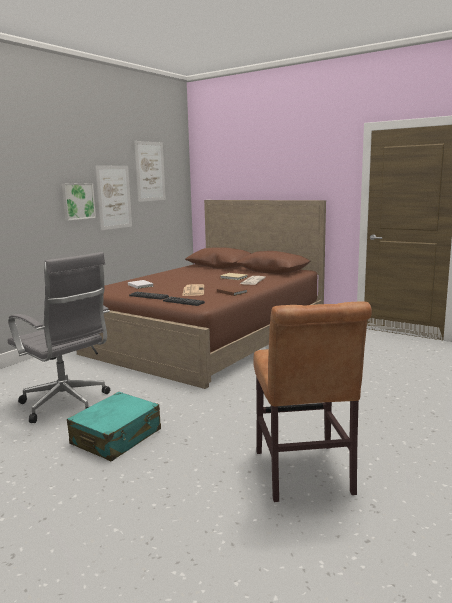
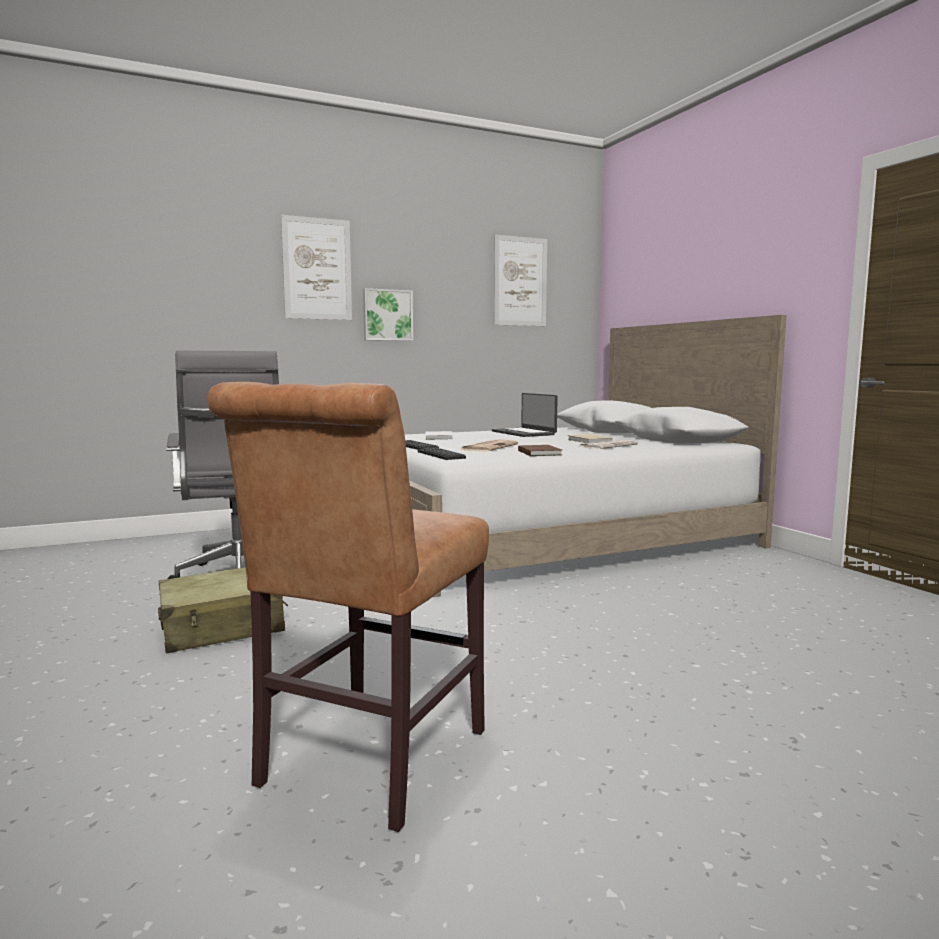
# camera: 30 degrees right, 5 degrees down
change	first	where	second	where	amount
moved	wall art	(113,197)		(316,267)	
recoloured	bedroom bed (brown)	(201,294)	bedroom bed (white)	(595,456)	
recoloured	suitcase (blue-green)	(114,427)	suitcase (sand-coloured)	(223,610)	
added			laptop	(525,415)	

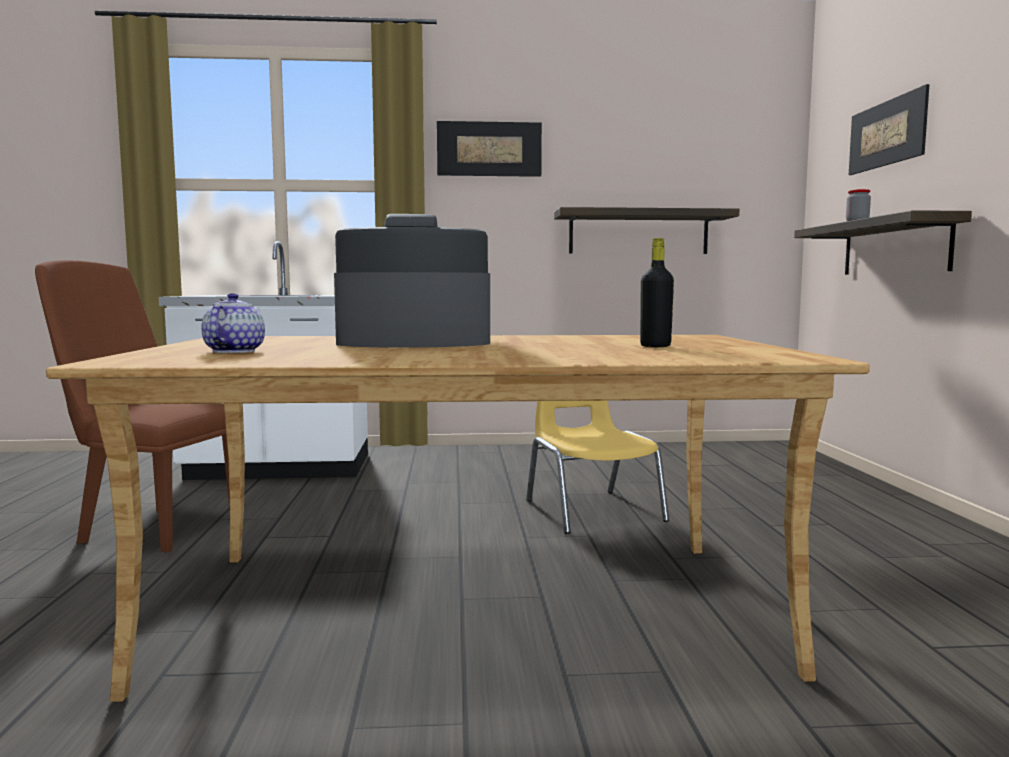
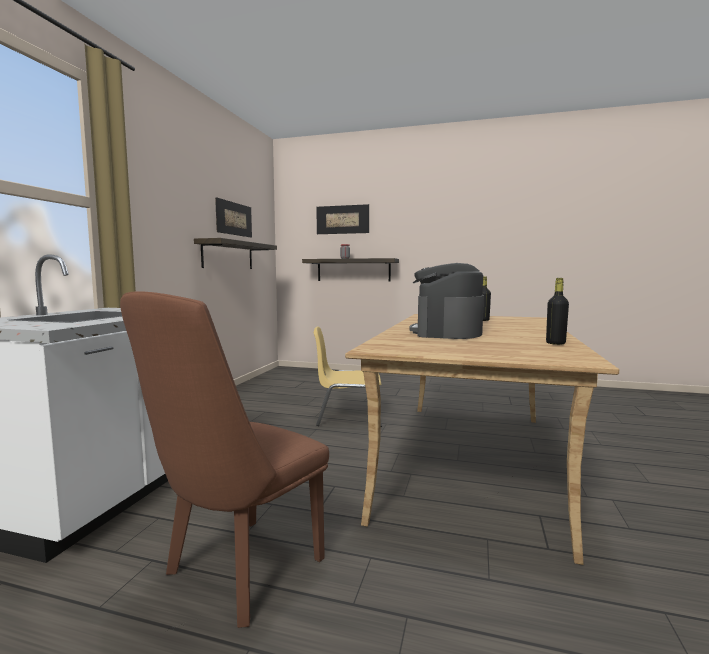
# camera: 70 degrees left, 0 degrees up
change	first	where	second	where	amount
moved	wall art	(489,149)		(233,217)	
removed	pot for tea	(233,323)			
added			bottle (blackish)	(557,311)	

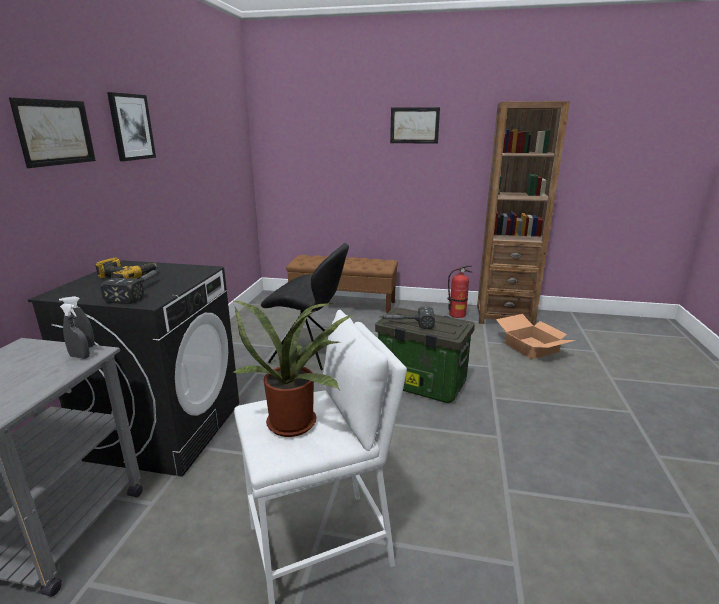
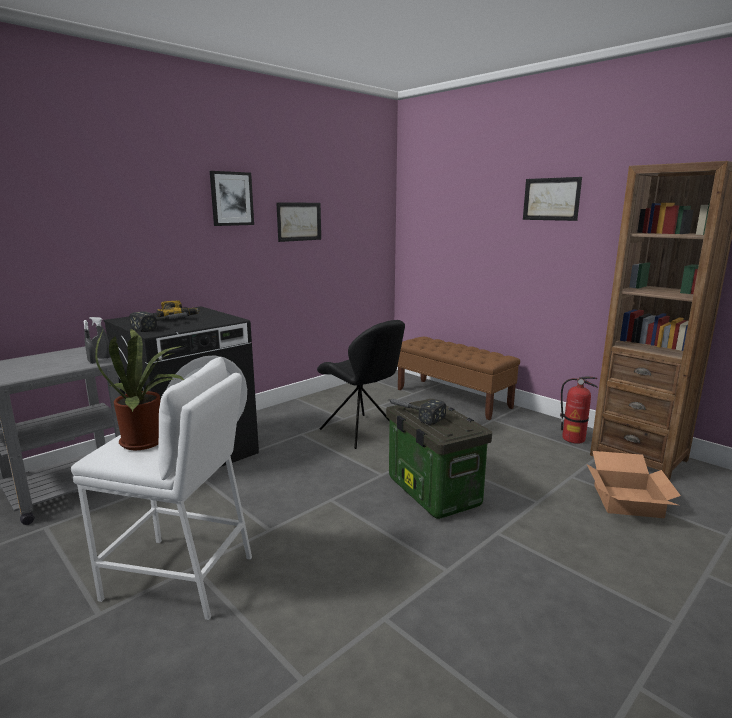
# camera: 35 degrees right, 5 degrees down
change	first	where	second	where	amount
moved	wall art	(52,132)		(299,222)	

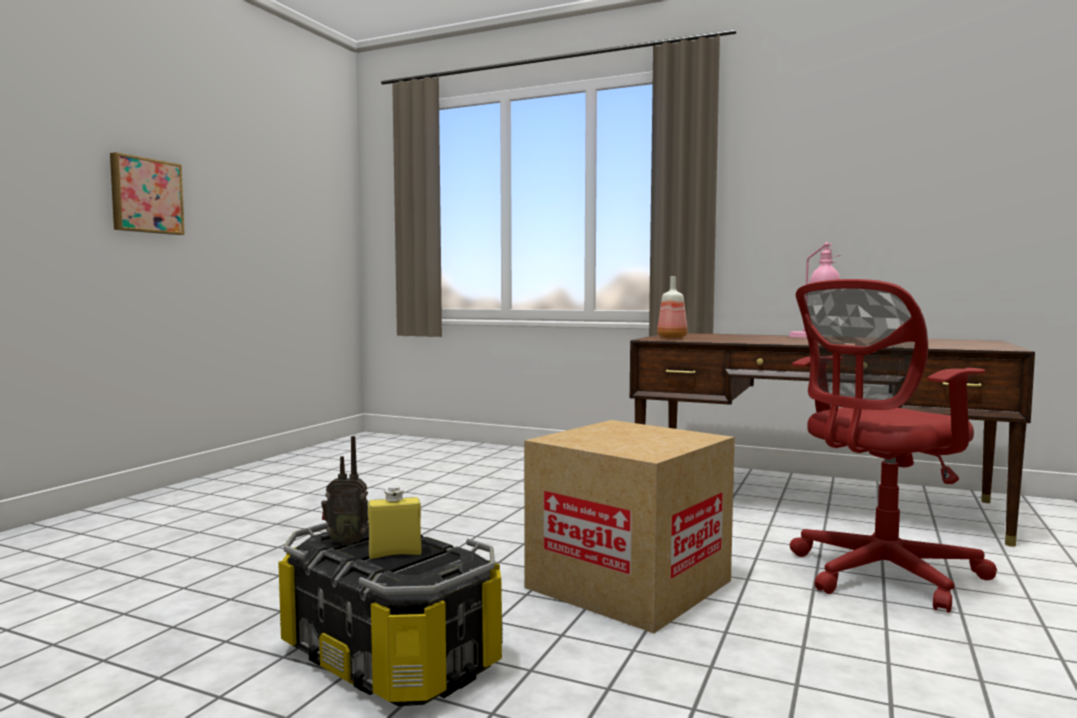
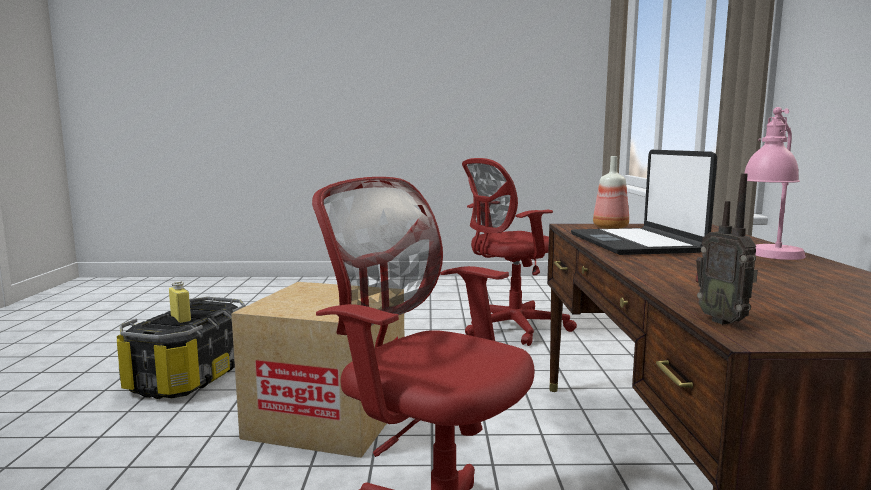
# camera: 65 degrees right, 5 degrees up
change	first	where	second	where	amount
removed	wall art	(147,193)			
moved	radio	(345,491)		(727,249)	
added			laptop	(644,202)	
added			computer chair (red-coloured)	(519,252)	

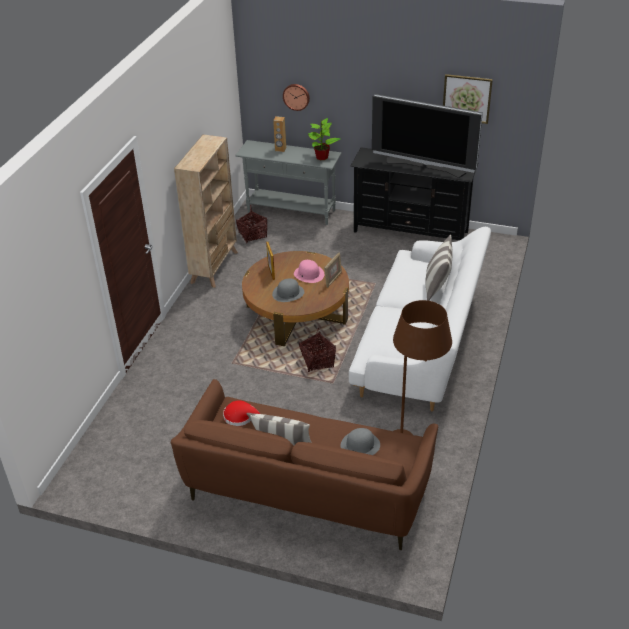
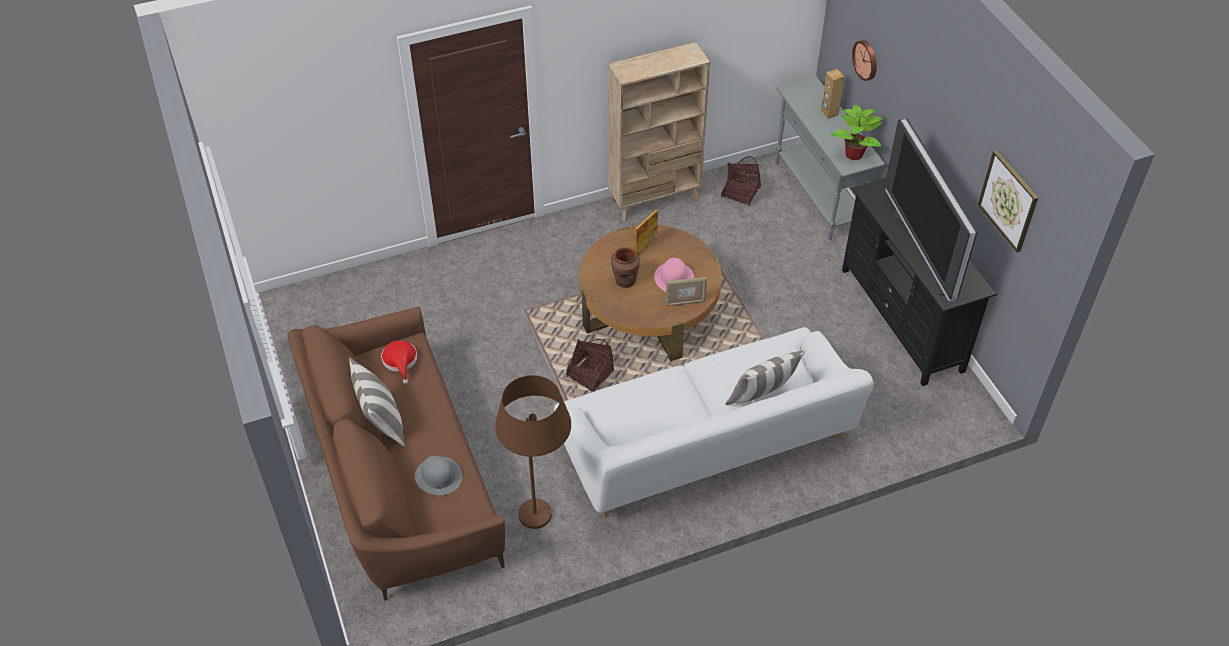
# camera: 50 degrees right, 10 degrees up
change	first	where	second	where	amount
replaced	wearable hat (gray)	(288,290)	flower vase (brown)	(625,267)	

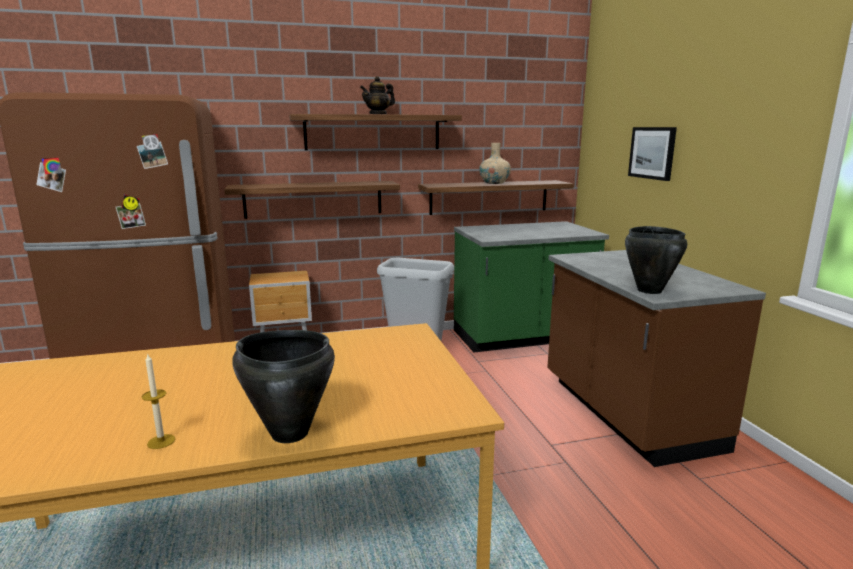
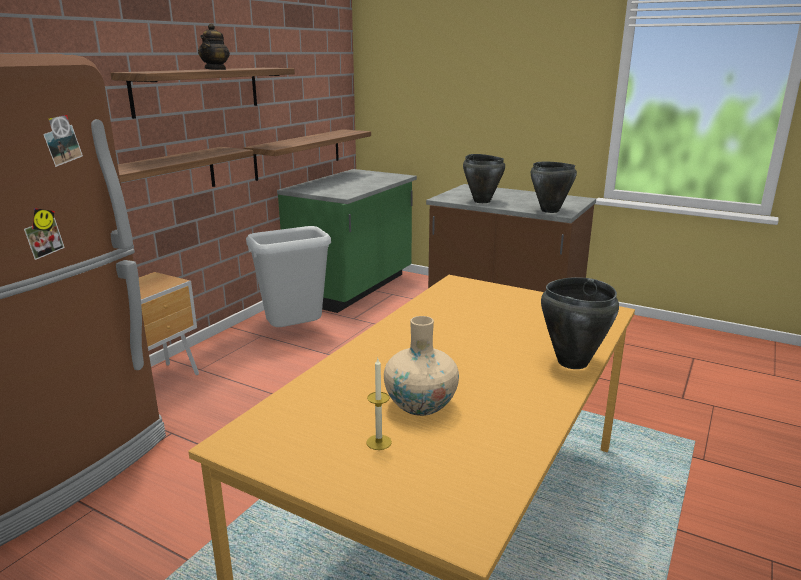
# camera: 45 degrees left, 5 degrees up
change	first	where	second	where	amount
removed	wall art	(652,154)			
moved	flower vase (sand-coloured)	(495,163)		(421,366)	
moved	candle	(158,401)		(379,404)	
added			cooking pot (blackish)	(484,178)	

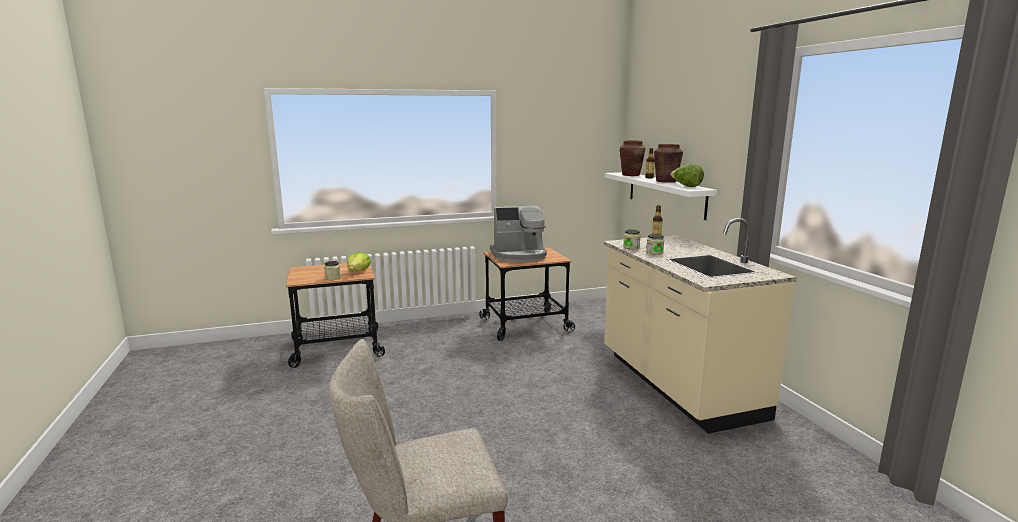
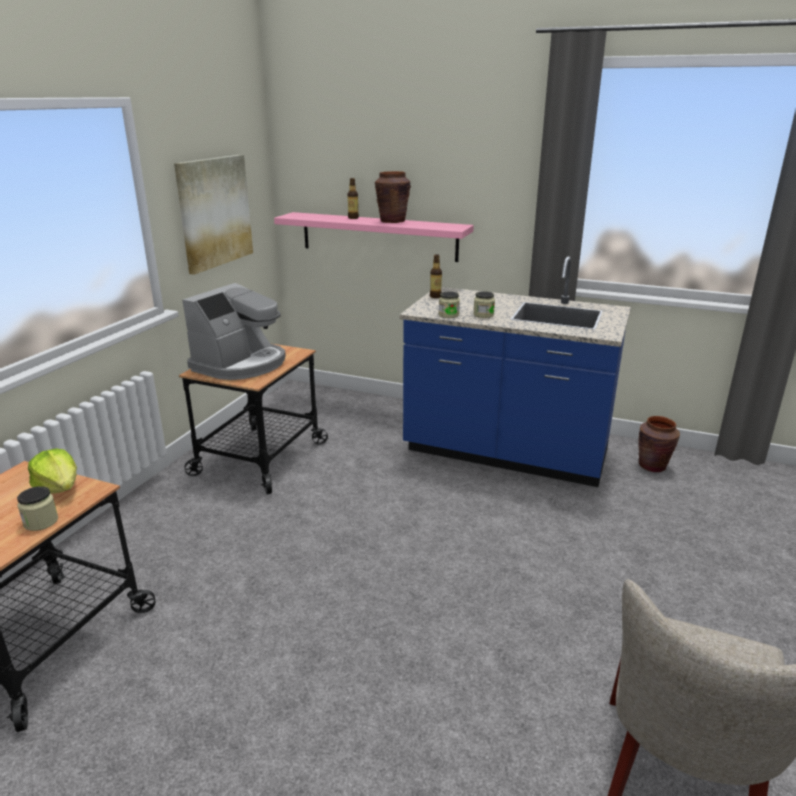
# camera: 50 degrees left, 10 degrees up
change	first	where	second	where	amount
moved	flower vase (brown)	(633,158)		(659,444)	
removed	head of lettuce	(687,175)			
recoloured	wall shelf (white)	(661,196)	wall shelf (pink-coloured)	(374,237)	
recoloured	kitchen counter (sand-coloured)	(700,326)	kitchen counter (blue)	(515,371)	
added			wall art	(213,215)	

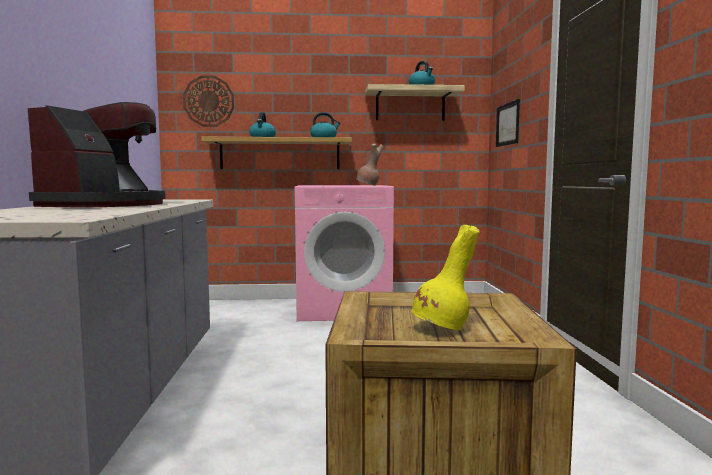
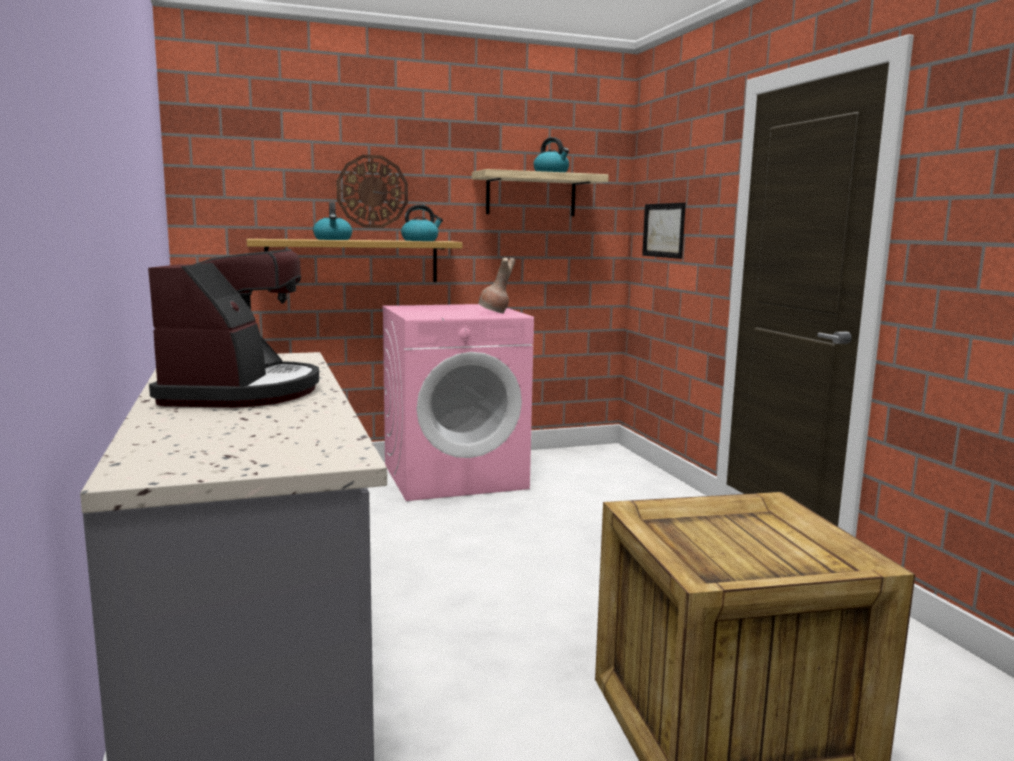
# camera: 15 degrees left, 5 degrees up
change	first	where	second	where	amount
moved	clock on the wall	(208,101)		(372,191)	
removed	flower vase (yellow-coloured)	(445,278)			

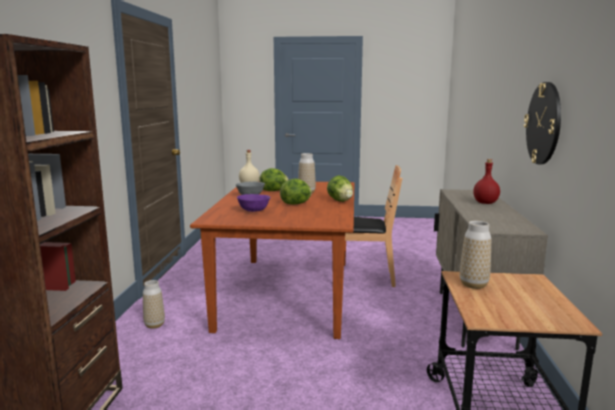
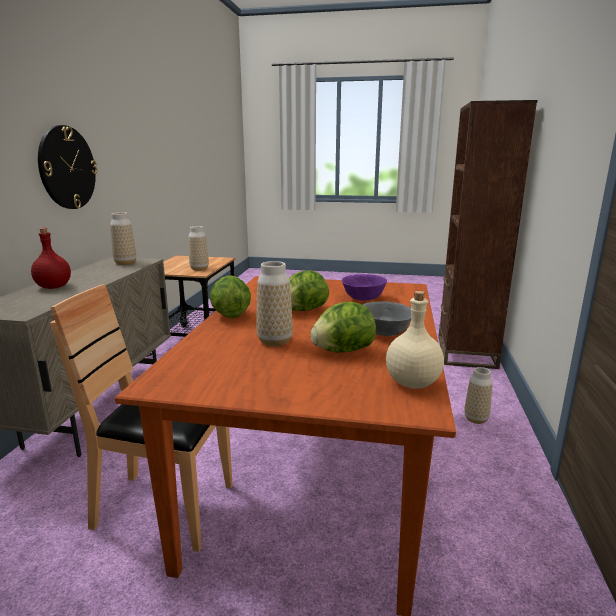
# camera: 175 degrees left, 5 degrees up
change	first	where	second	where	amount
added			flower vase	(123,238)	

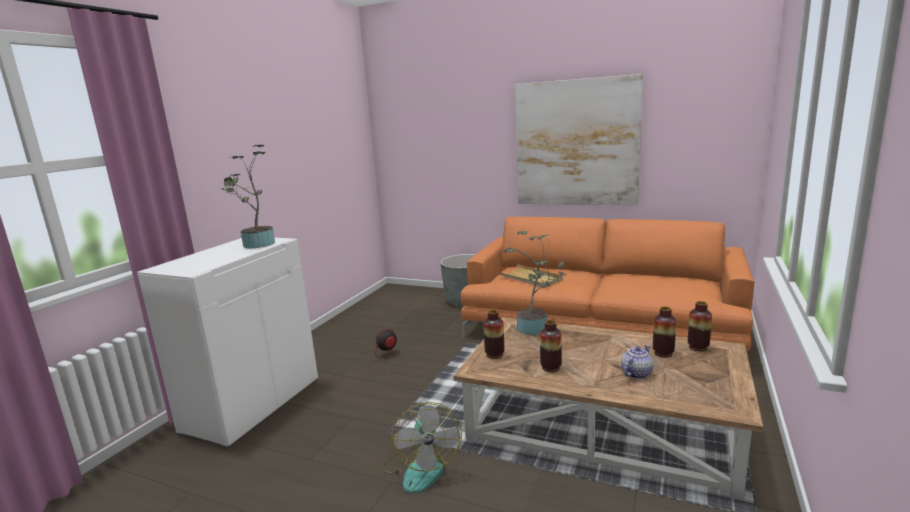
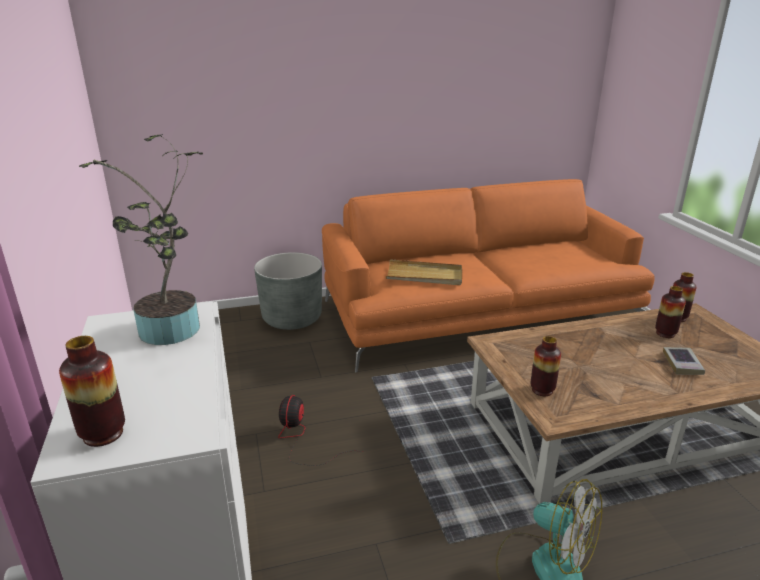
# camera: 40 degrees left, 10 degrees up
change	first	where	second	where	amount
removed	wall art	(579,140)			
removed	plant in a pot	(534,283)			
moved	flower vase	(551,346)		(92,391)	
replaced	pot for tea	(637,362)	book	(684,361)	

